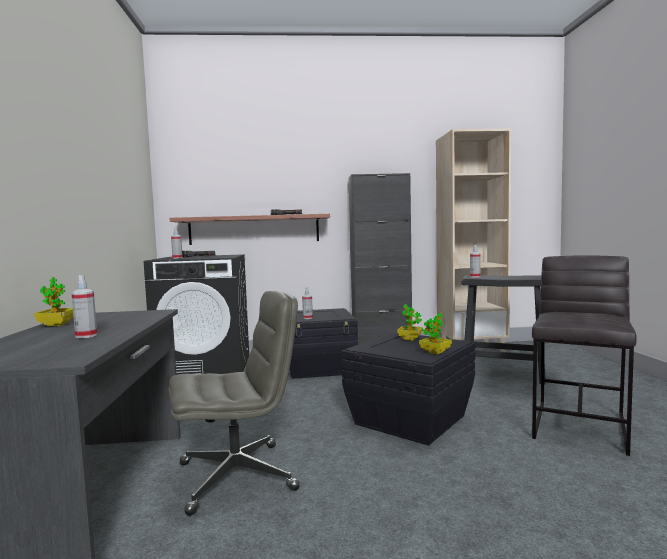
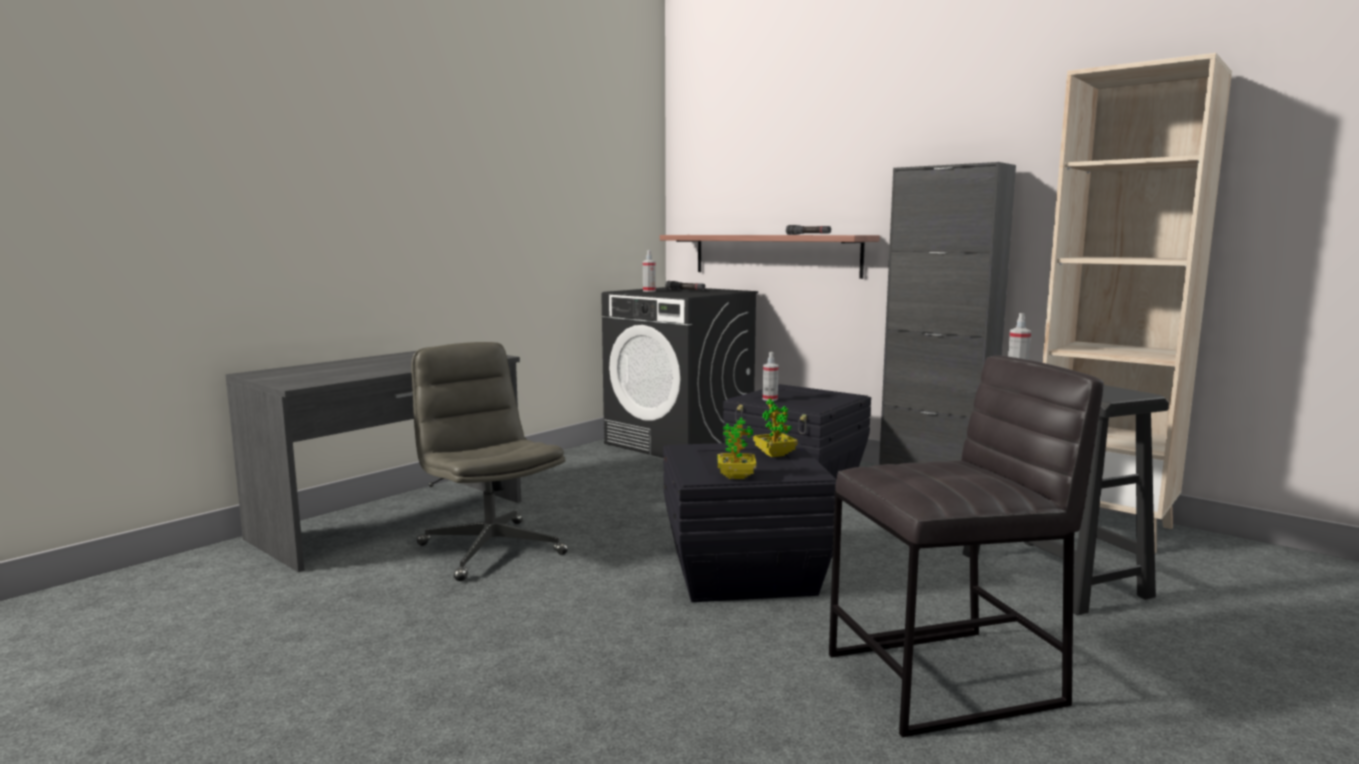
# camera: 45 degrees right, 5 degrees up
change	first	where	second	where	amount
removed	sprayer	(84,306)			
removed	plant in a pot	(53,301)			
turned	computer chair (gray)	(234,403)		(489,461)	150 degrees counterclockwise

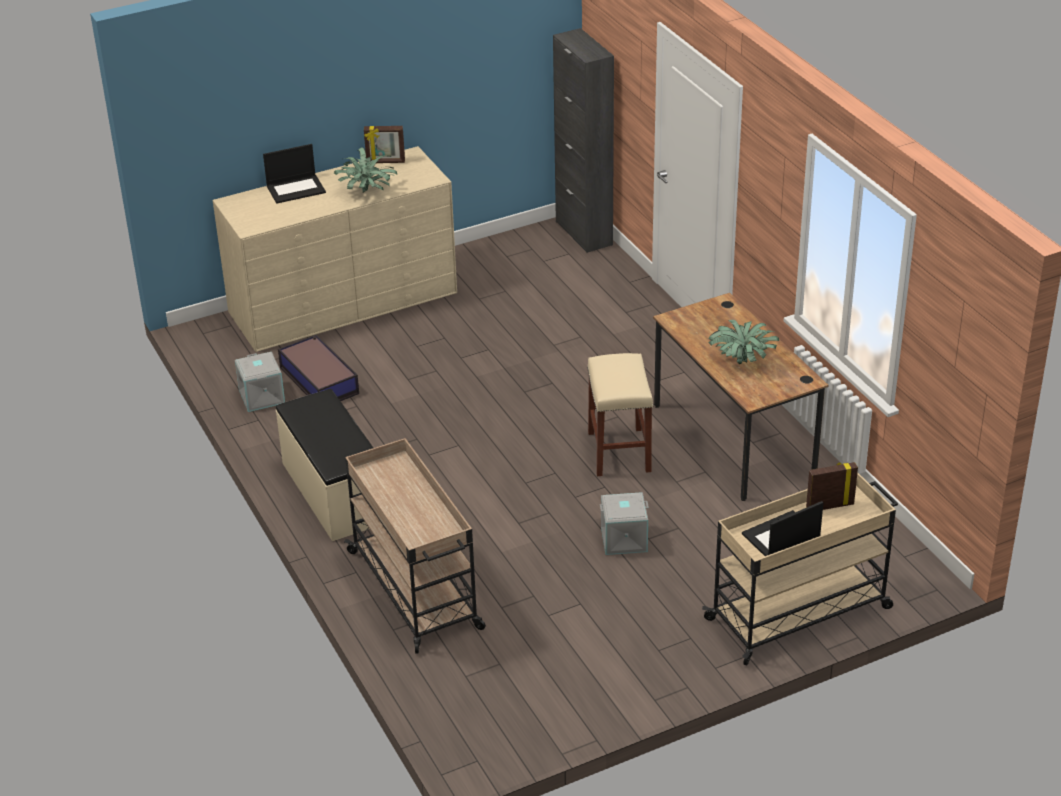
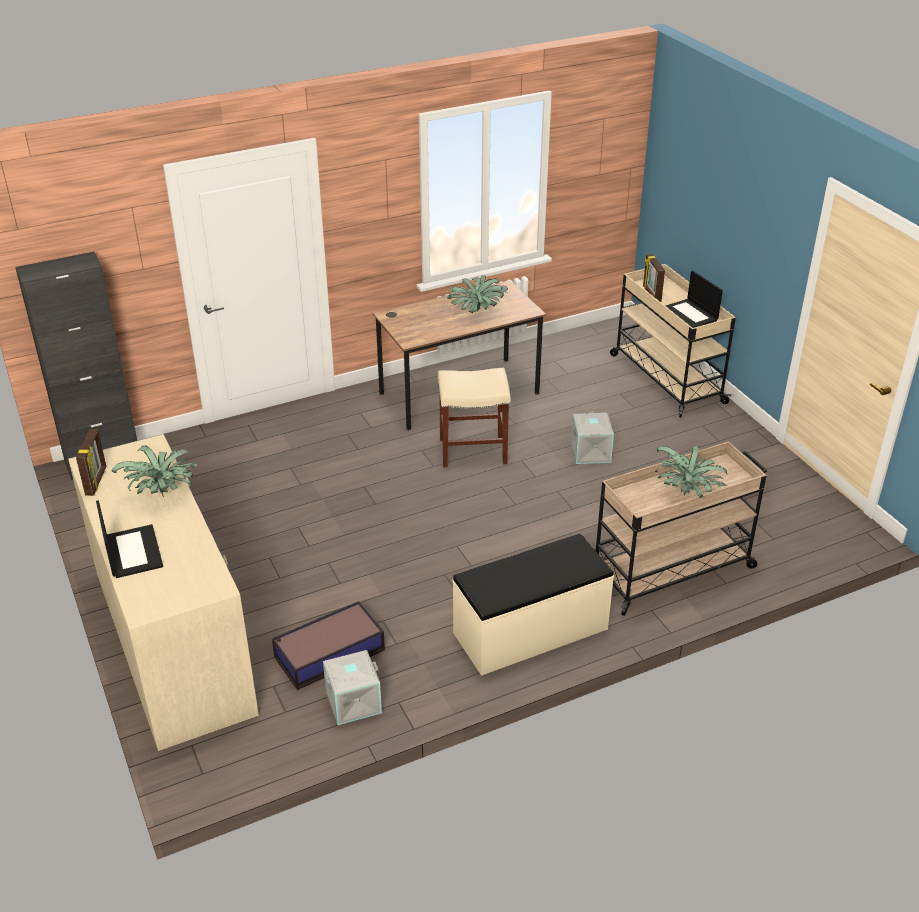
# camera: 90 degrees left, 0 degrees up
change	first	where	second	where	amount
added			plant in a pot	(691,472)	

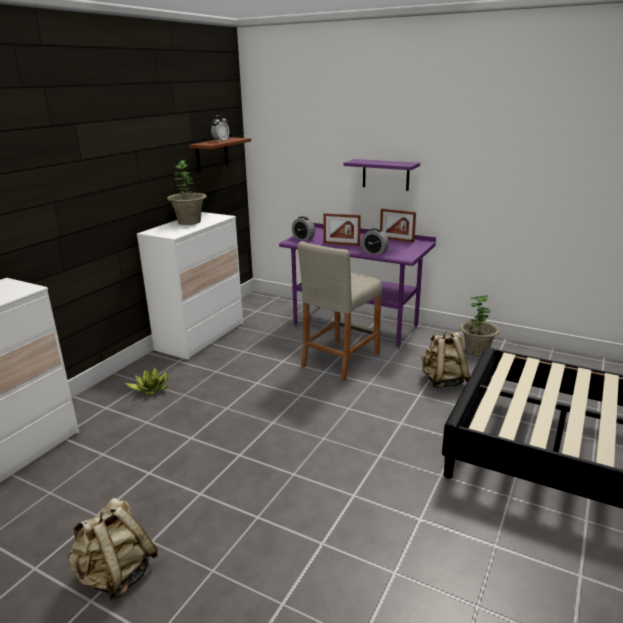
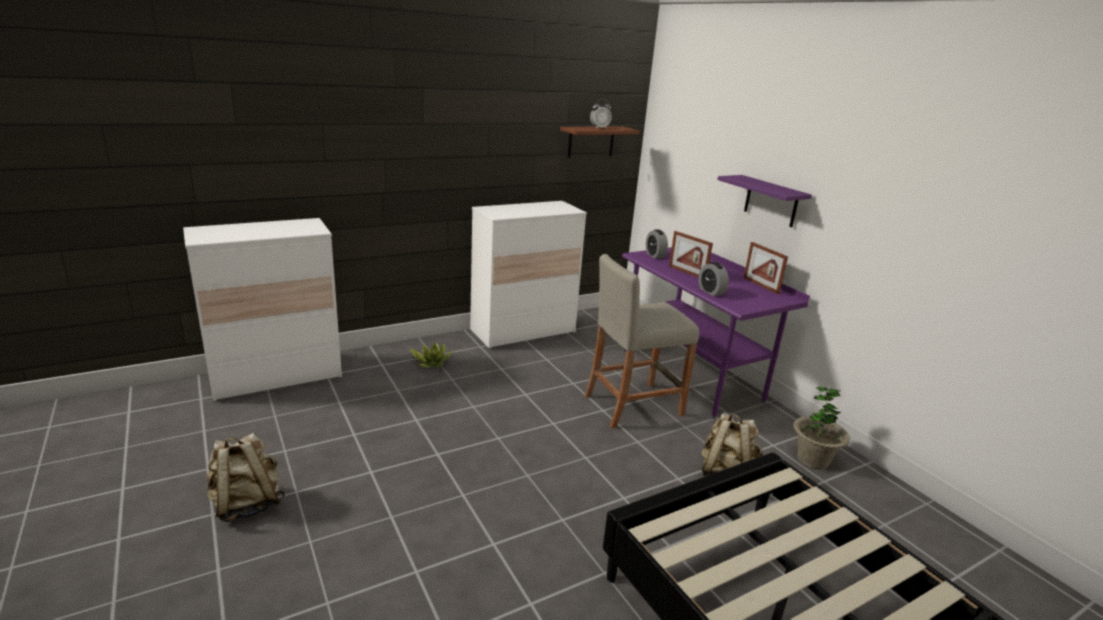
# camera: 30 degrees right, 0 degrees up
change	first	where	second	where	amount
removed	plant in a pot	(187,192)			

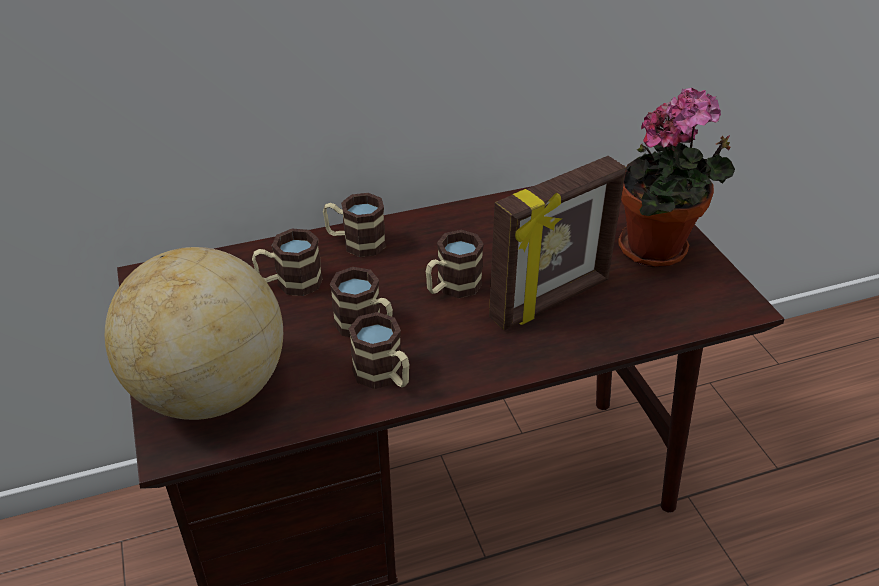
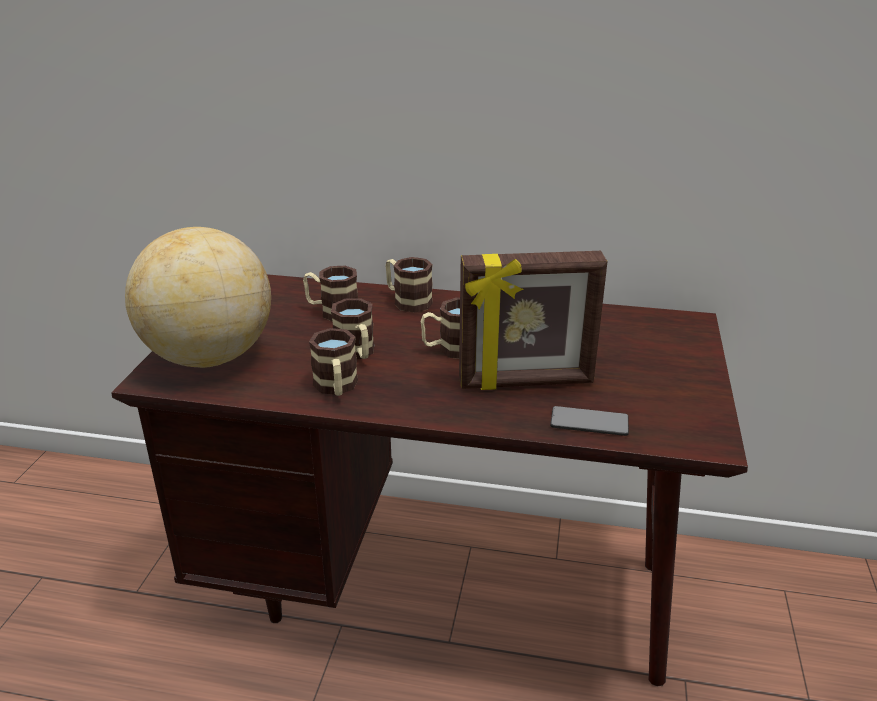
# camera: 30 degrees right, 10 degrees down
change	first	where	second	where	amount
removed	plant in a pot	(676,177)			
added			phone	(589,421)	

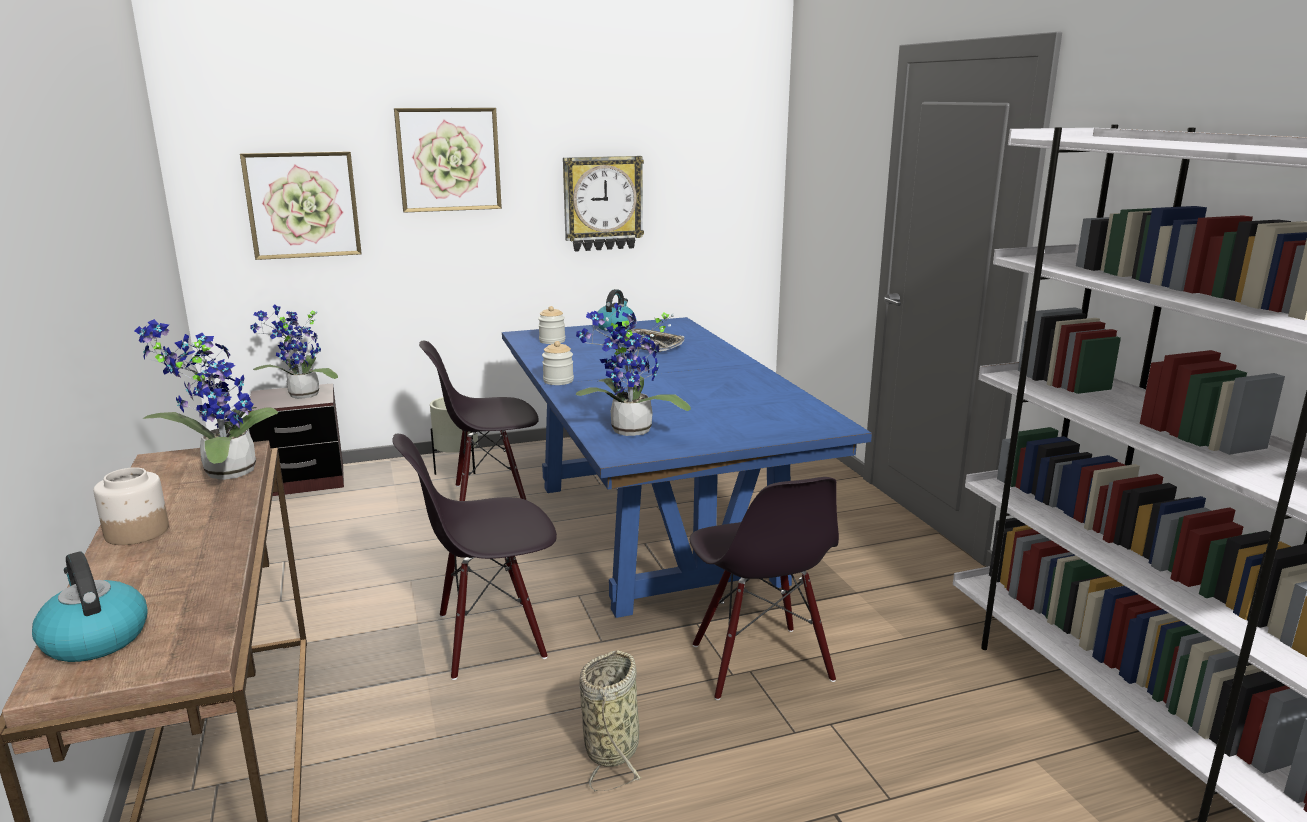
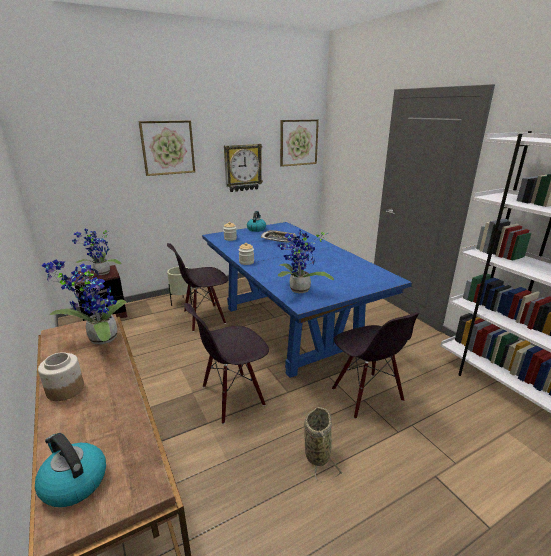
# camera: 10 degrees left, 5 degrees up
change	first	where	second	where	amount
moved	wall art	(301,205)		(299,143)	

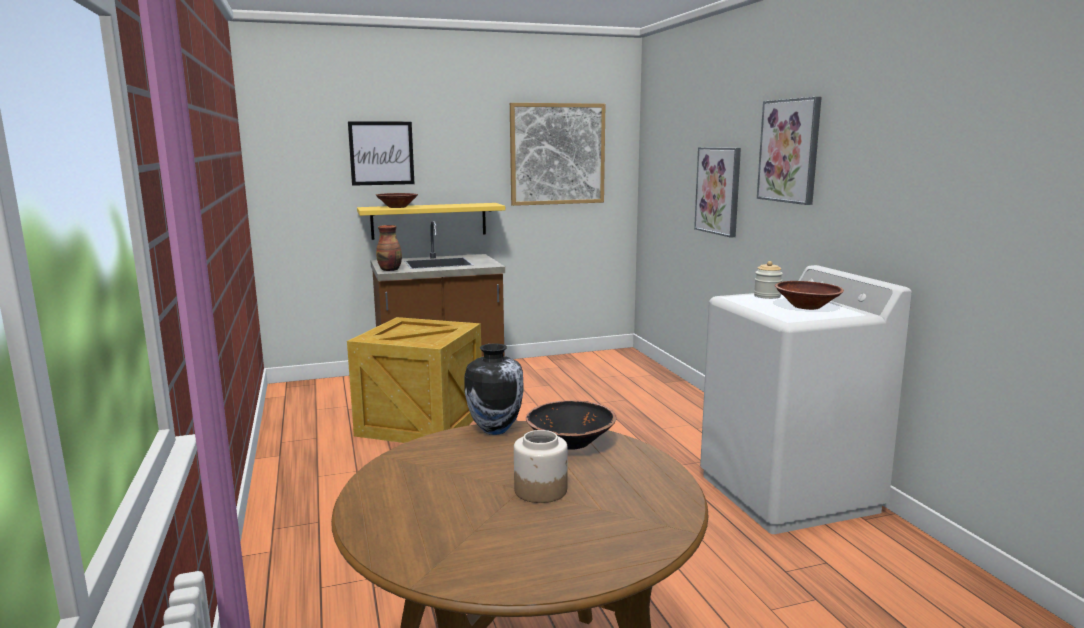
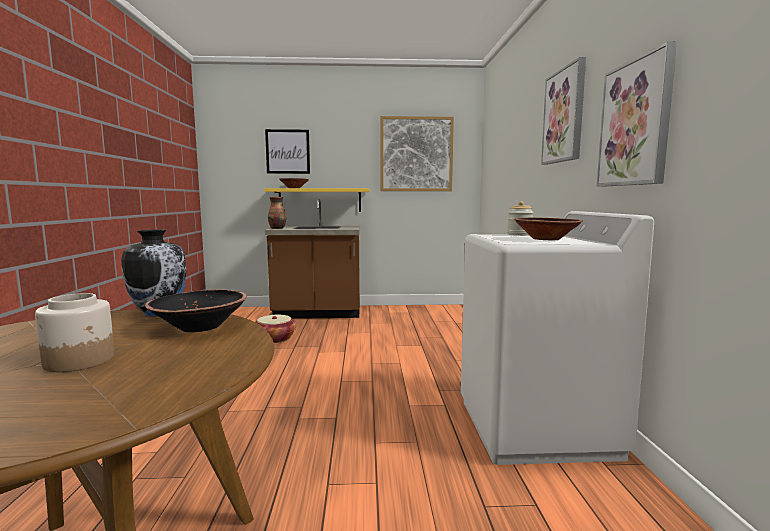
# camera: 15 degrees right, 5 degrees down
change	first	where	second	where	amount
moved	wall art	(717,192)		(637,114)	
replaced	shipping crate	(414,380)	storage basket	(275,329)	

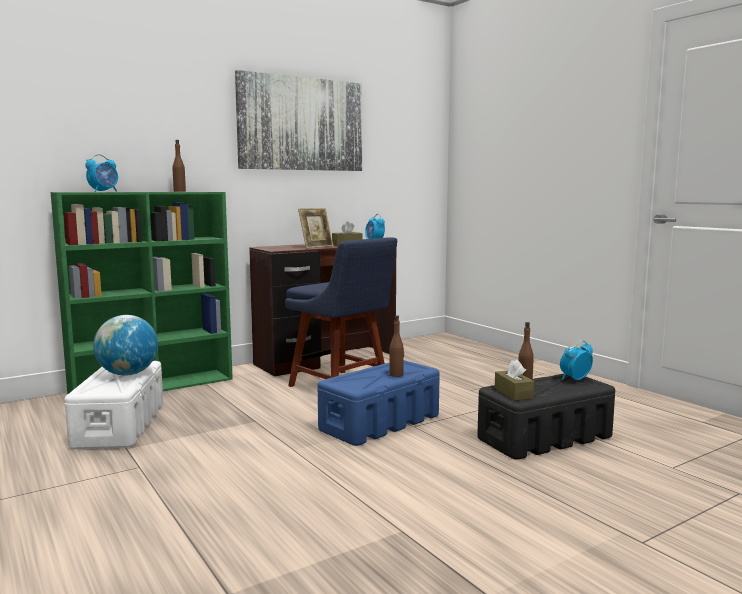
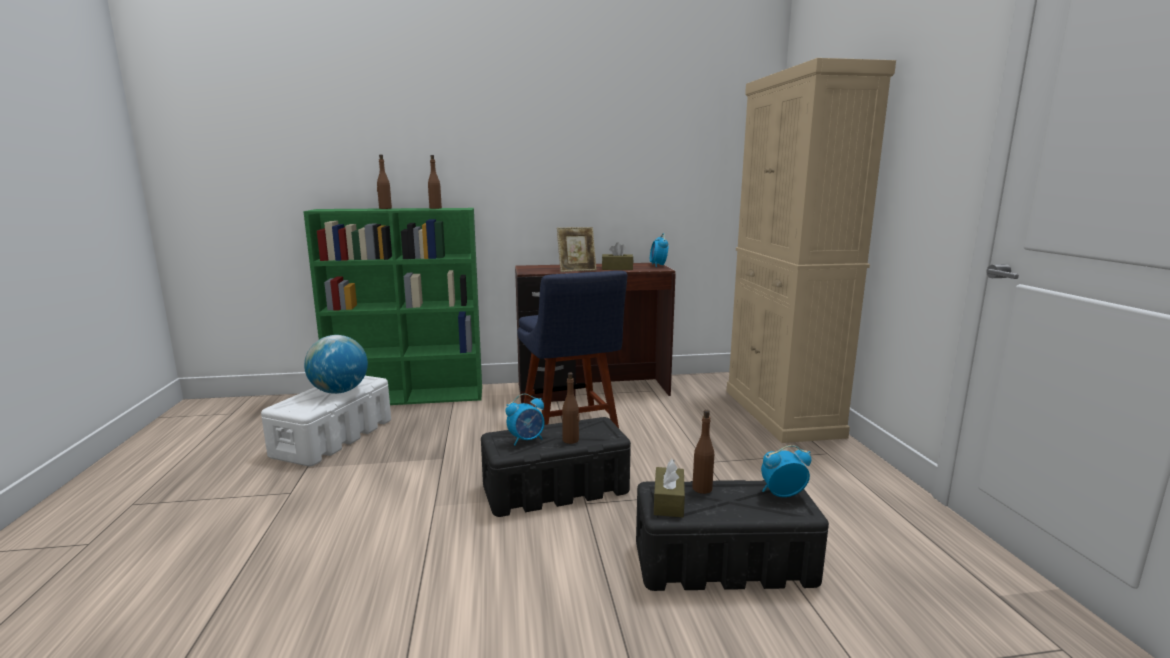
# camera: 25 degrees right, 5 degrees up
change	first	where	second	where	amount
removed	wall art	(298,120)			
moved	table clock	(101,173)		(525,420)	
recoloured	storage container (blue)	(379,403)	storage container (blackish)	(556,467)	
added			cabinet (sand-coloured)	(811,250)	
added			bottle (brown)	(384,182)	

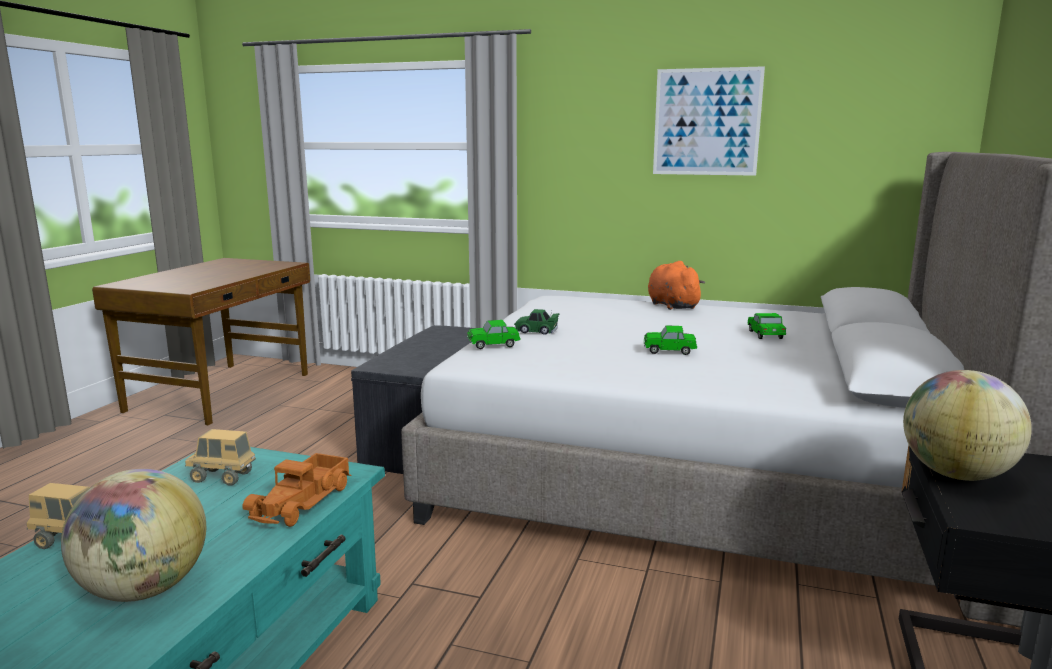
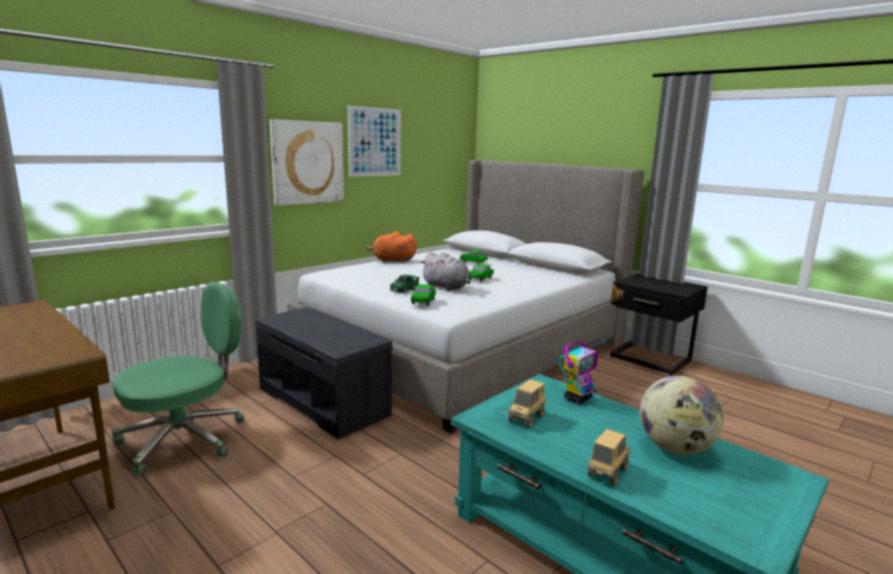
# camera: 65 degrees left, 0 degrees up
change	first	where	second	where	amount
removed	desk globe	(967,425)			
replaced	toy truck	(296,490)	model robot	(583,371)	
added			wall art	(306,162)	
added			soft toy (gray)	(445,271)	
added			computer chair (greenish)	(178,379)	

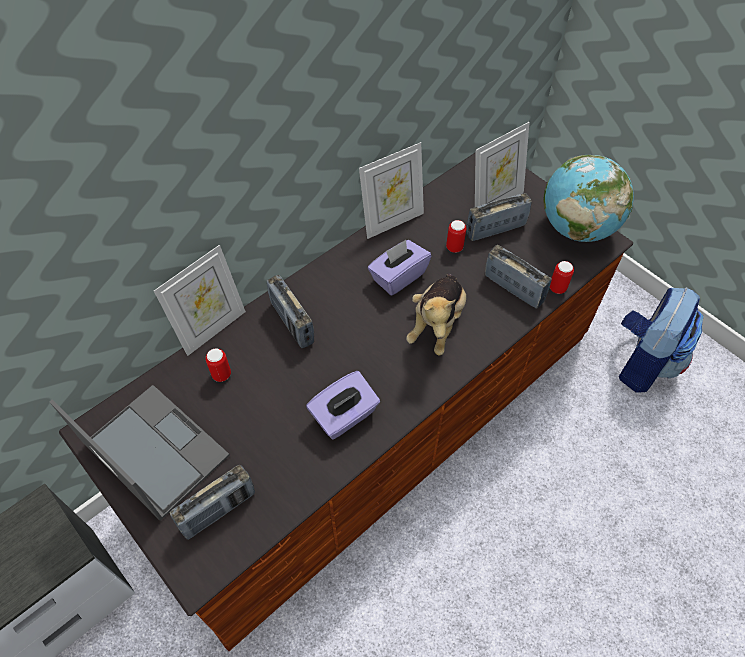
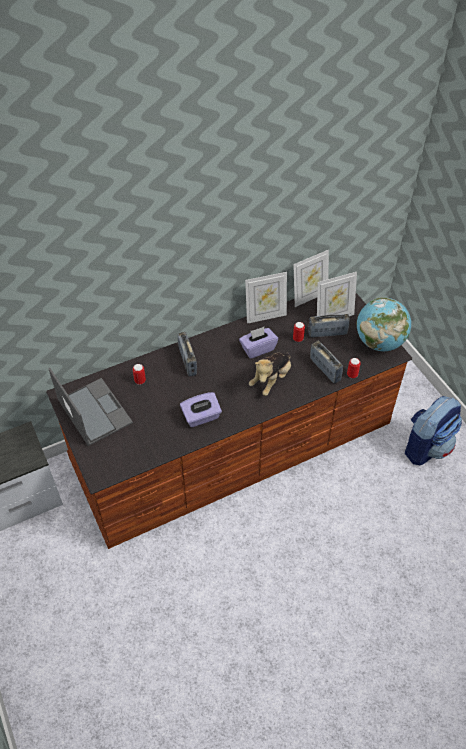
# camera: 15 degrees right, 5 degrees down
change	first	where	second	where	amount
moved	photo frame	(200,300)		(311,278)	
removed	radio	(212,502)			

